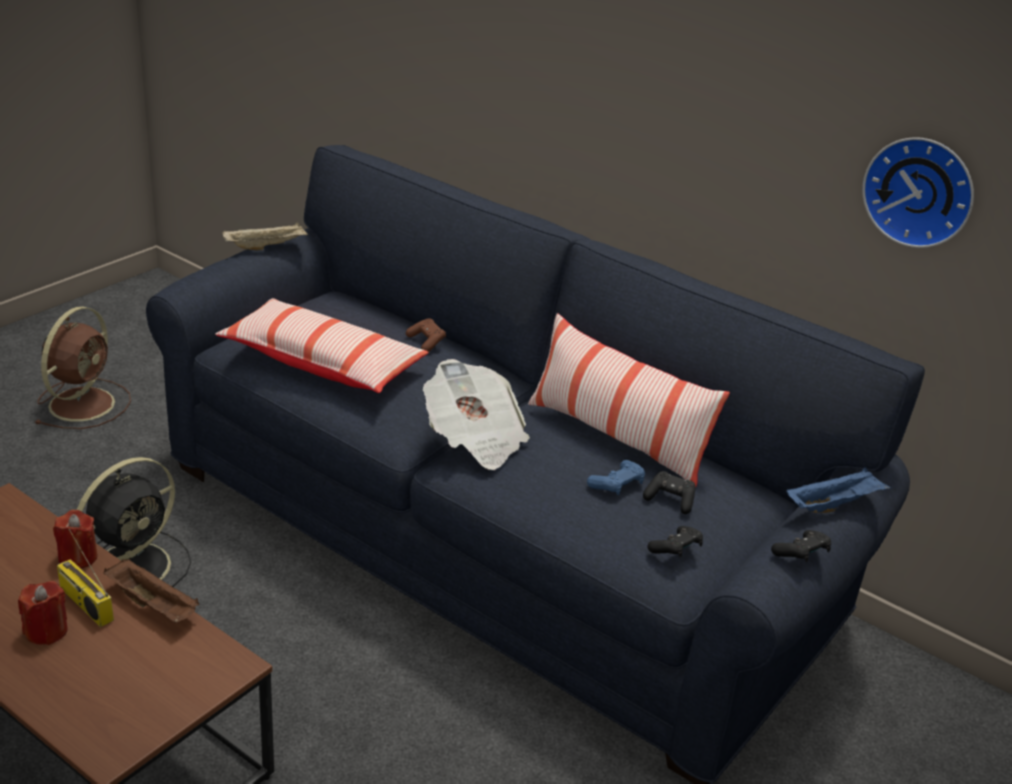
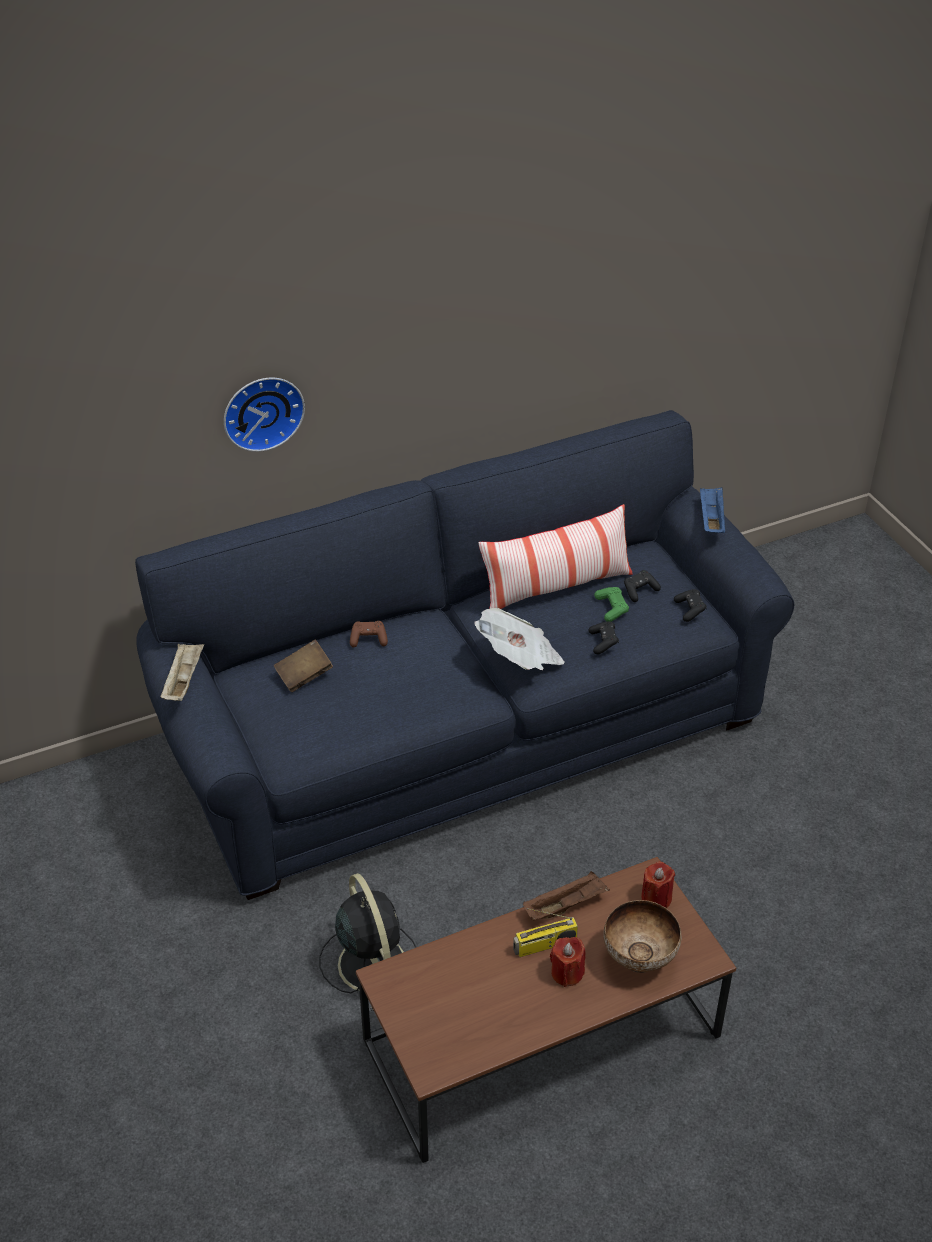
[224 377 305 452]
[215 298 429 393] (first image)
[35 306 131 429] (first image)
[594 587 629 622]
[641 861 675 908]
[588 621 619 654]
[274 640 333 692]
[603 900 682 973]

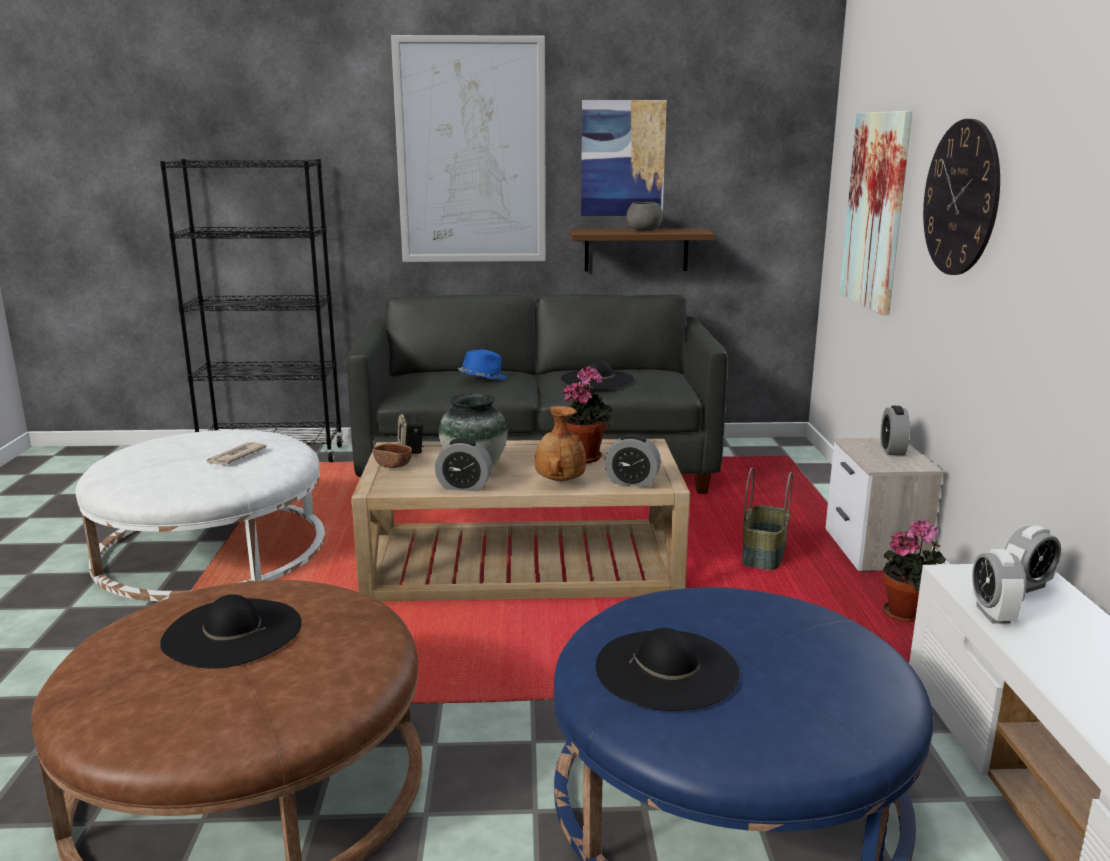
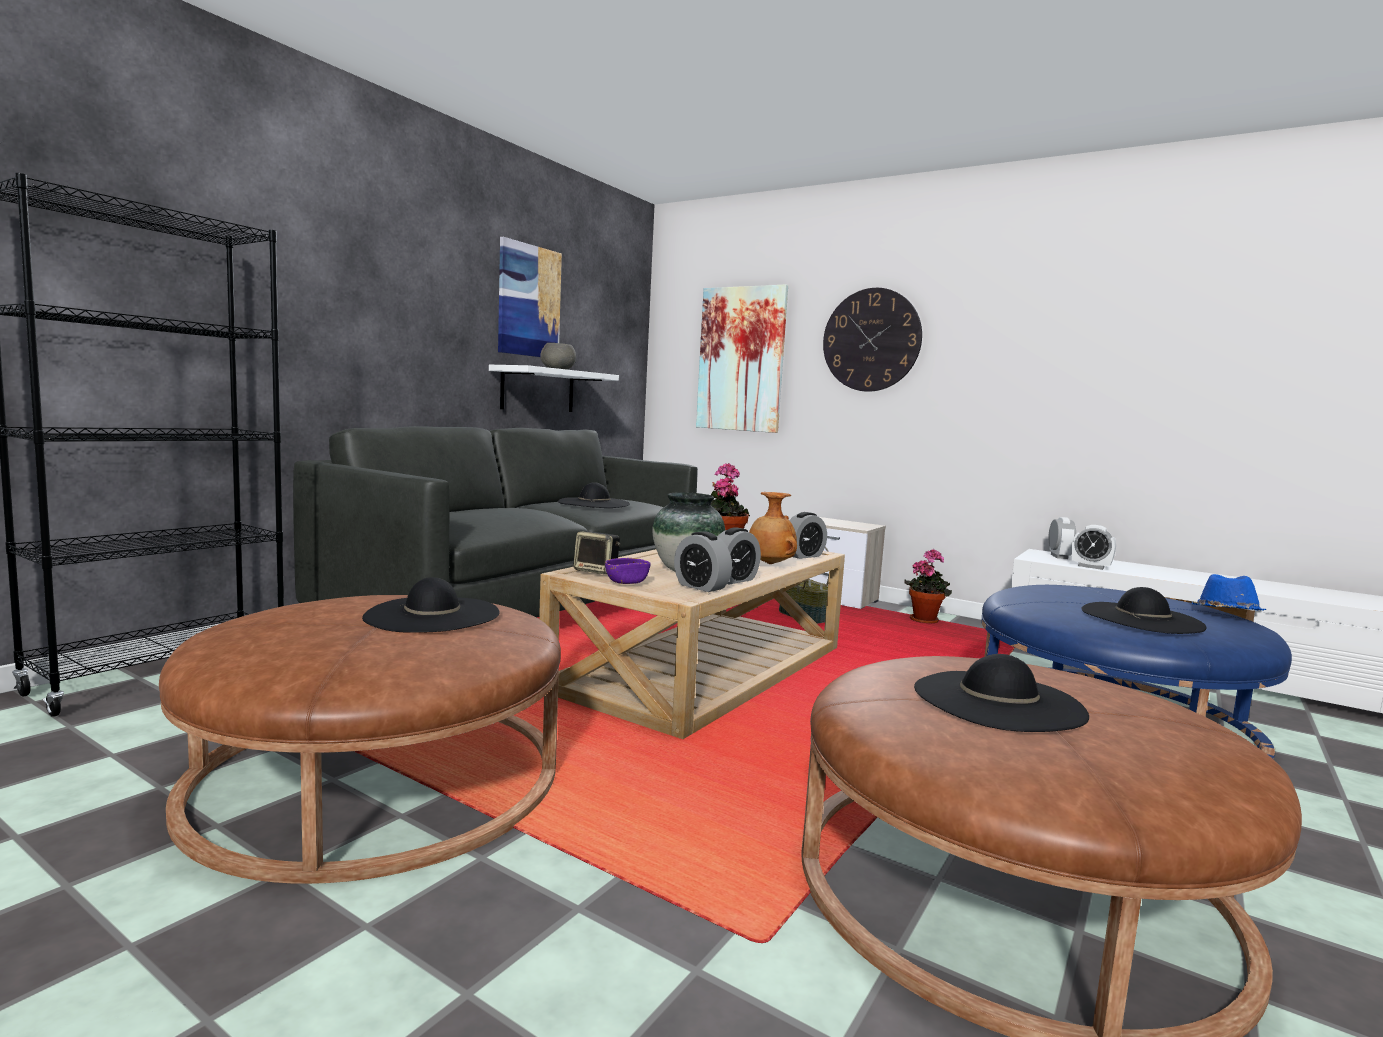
[391 35 546 262] (first image)
[489 365 619 412]
[1192 574 1266 611]
[674 531 732 592]
[159 595 561 884]
[362 577 500 633]
[605 558 651 584]

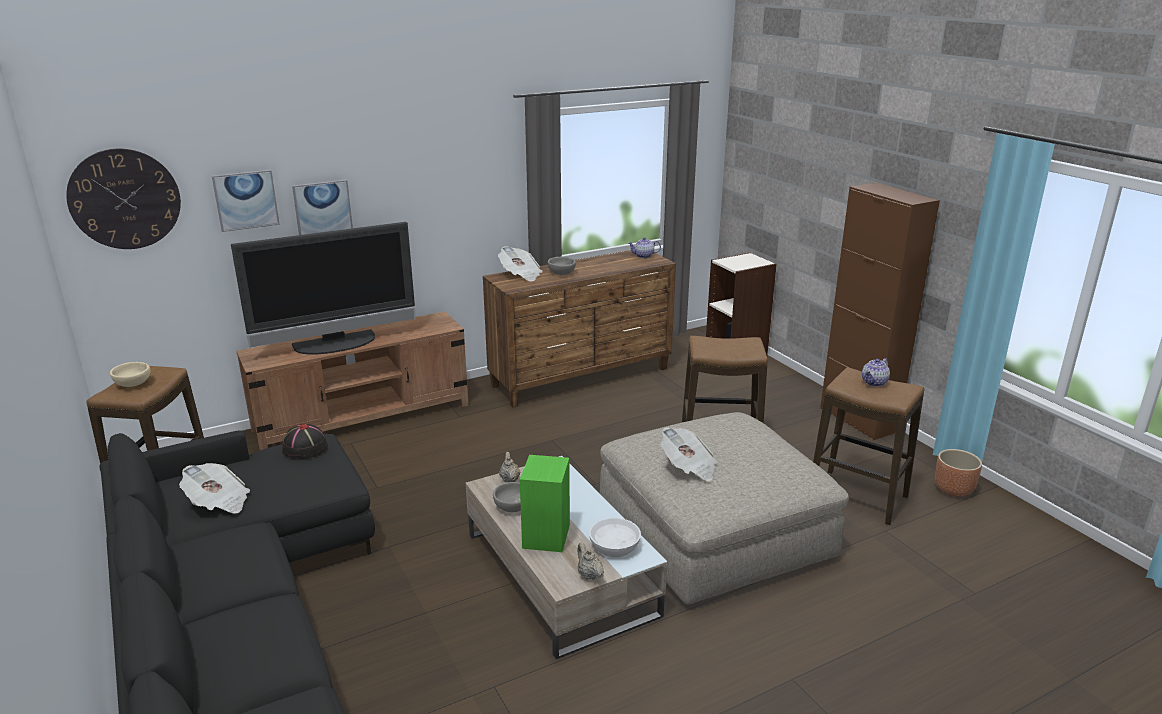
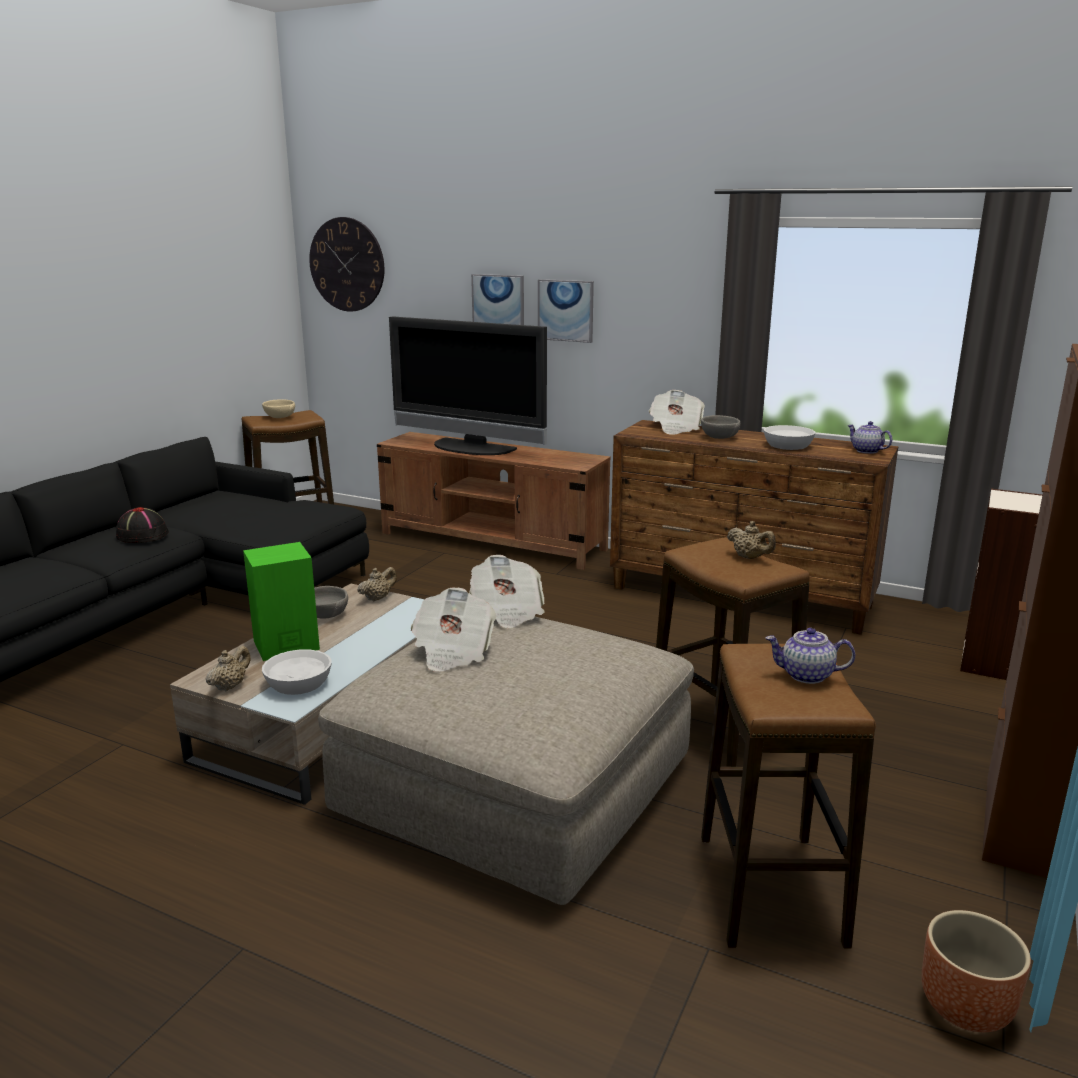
[538 279 594 343]
[116 507 169 543]
[469 555 545 628]
[764 425 815 450]
[727 521 776 559]

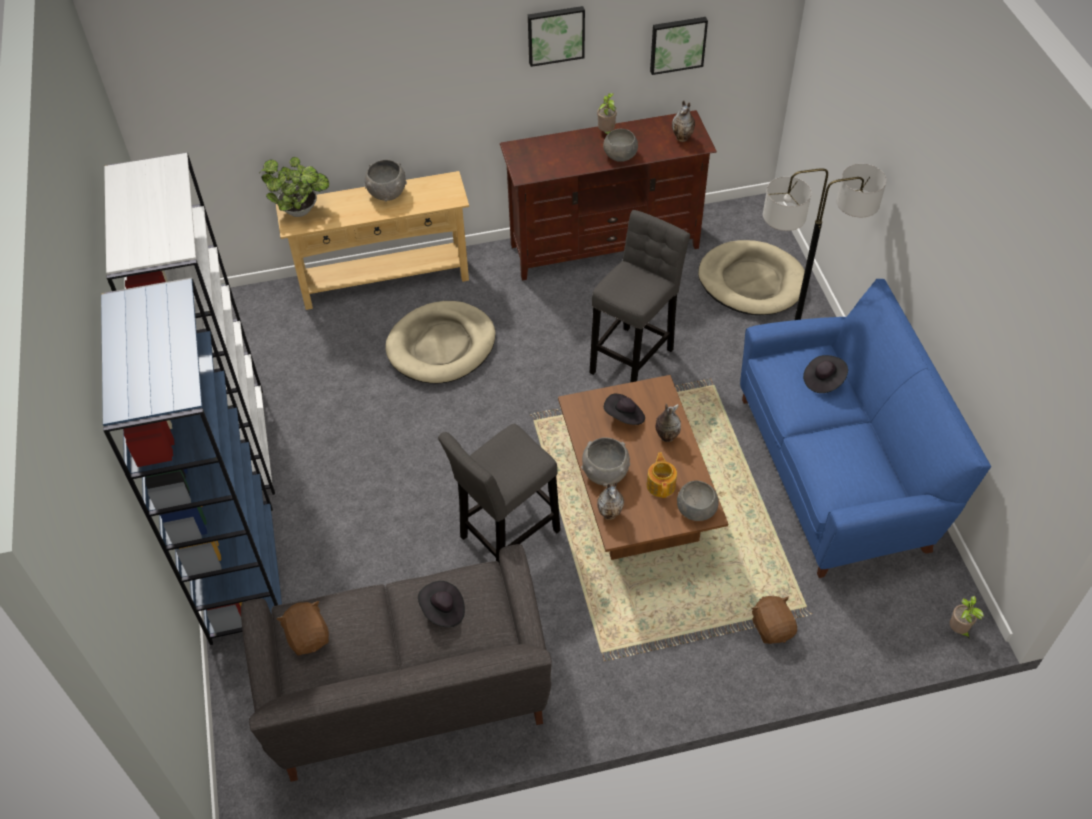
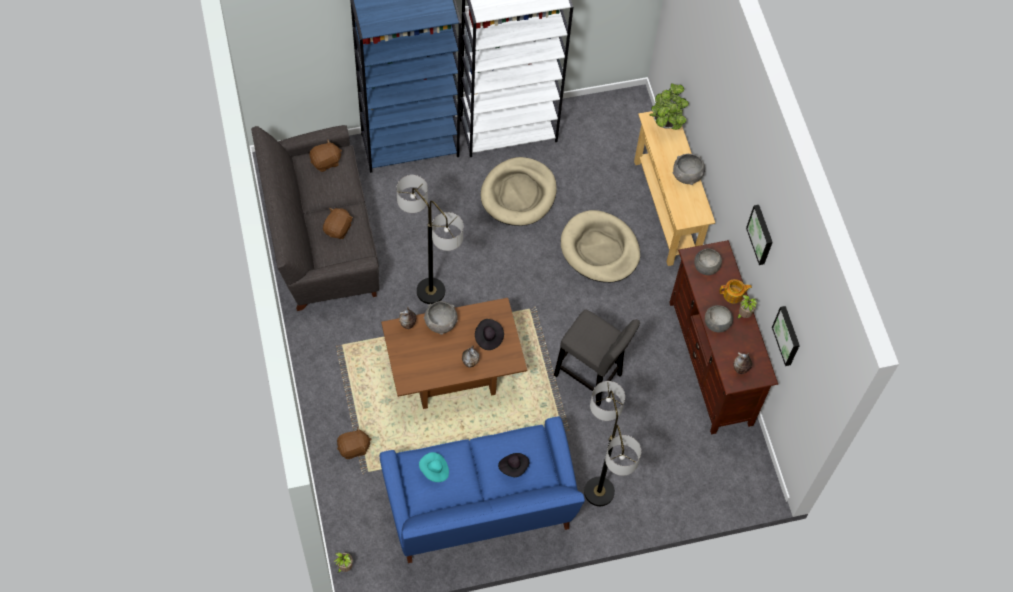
[481 157 557 226]
[396 175 463 304]
[720 279 752 303]
[694 249 722 275]
[323 208 353 239]
[419 452 449 482]

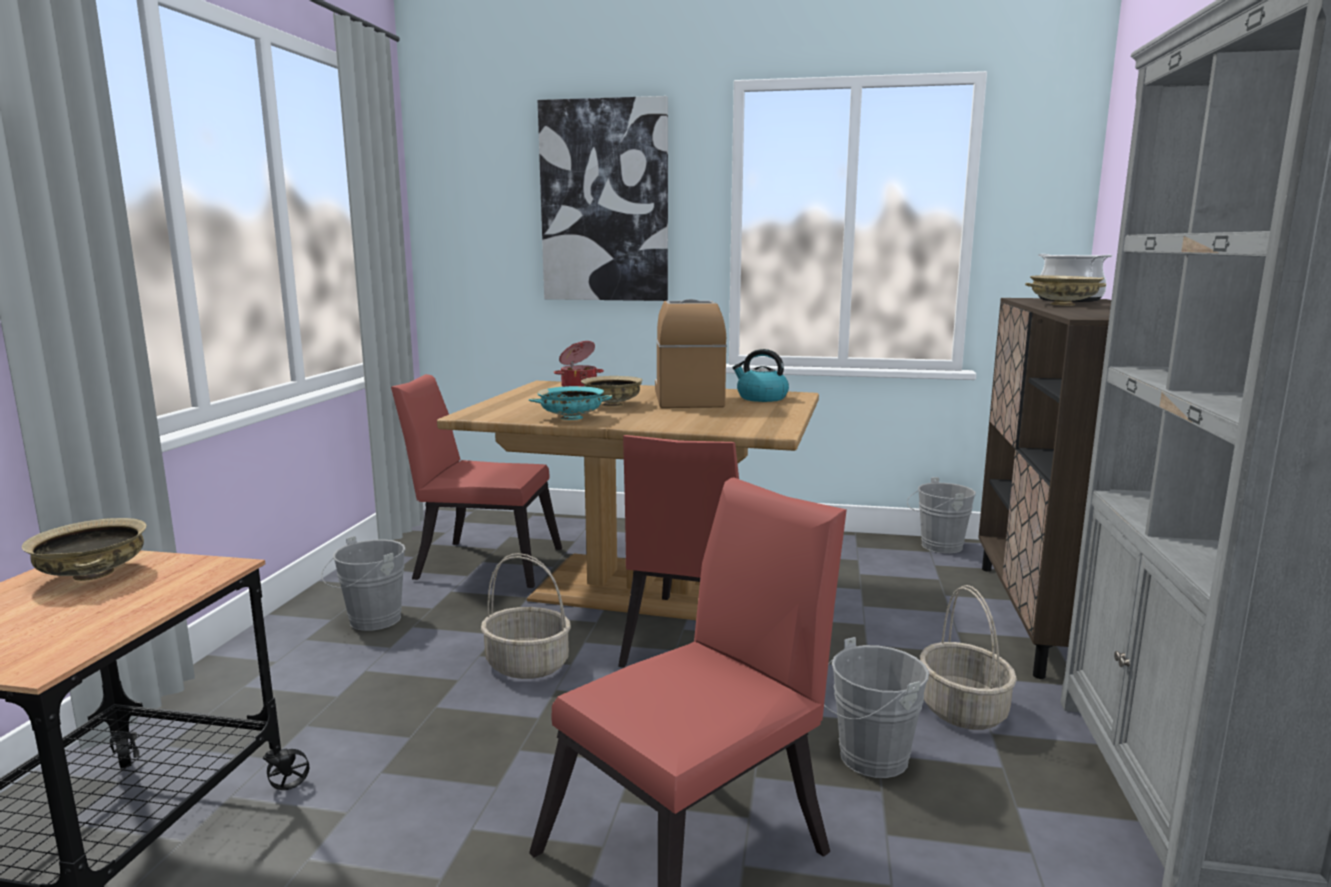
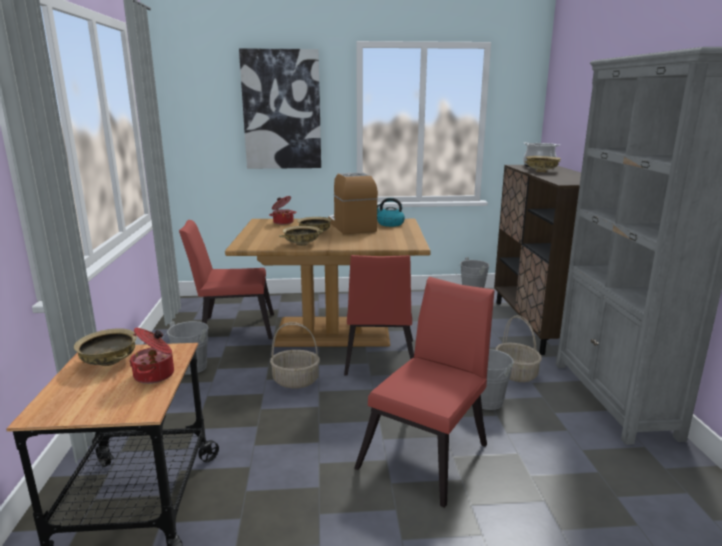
[279 226 323 246]
[129 328 174 384]

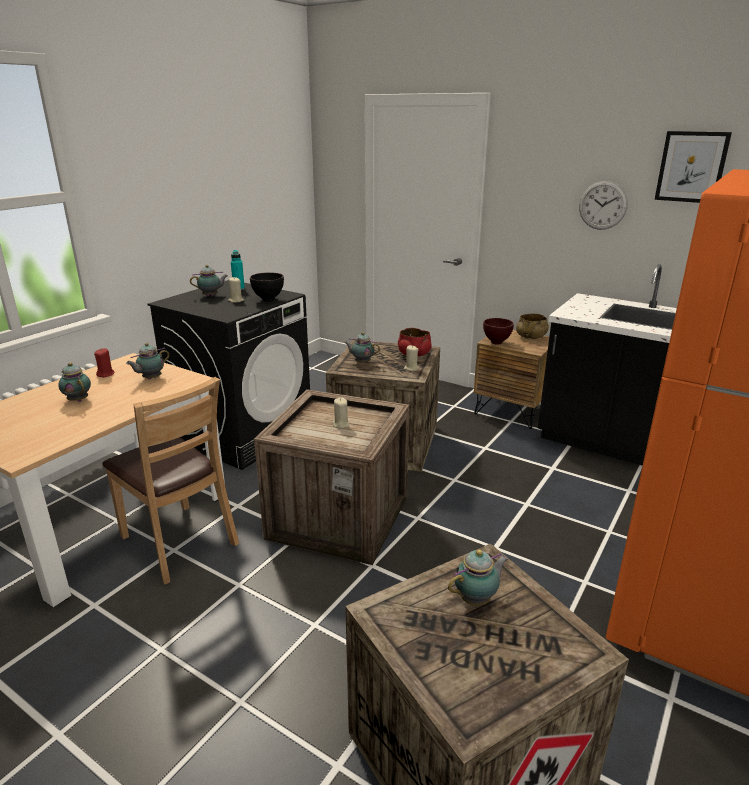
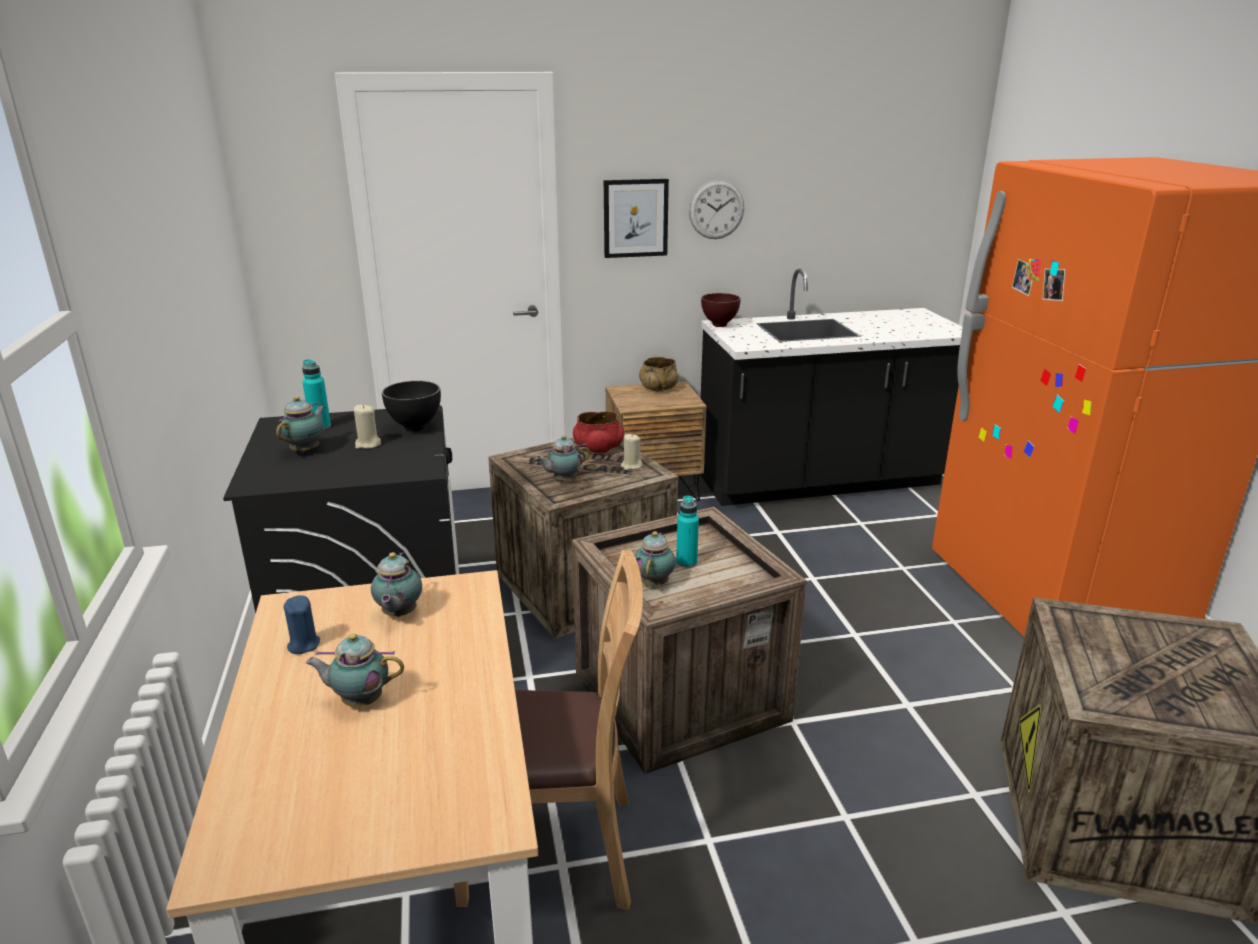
[604 179 669 258]
[701 293 741 327]
[284 595 320 654]
[676 496 699 568]
[635 531 676 587]

